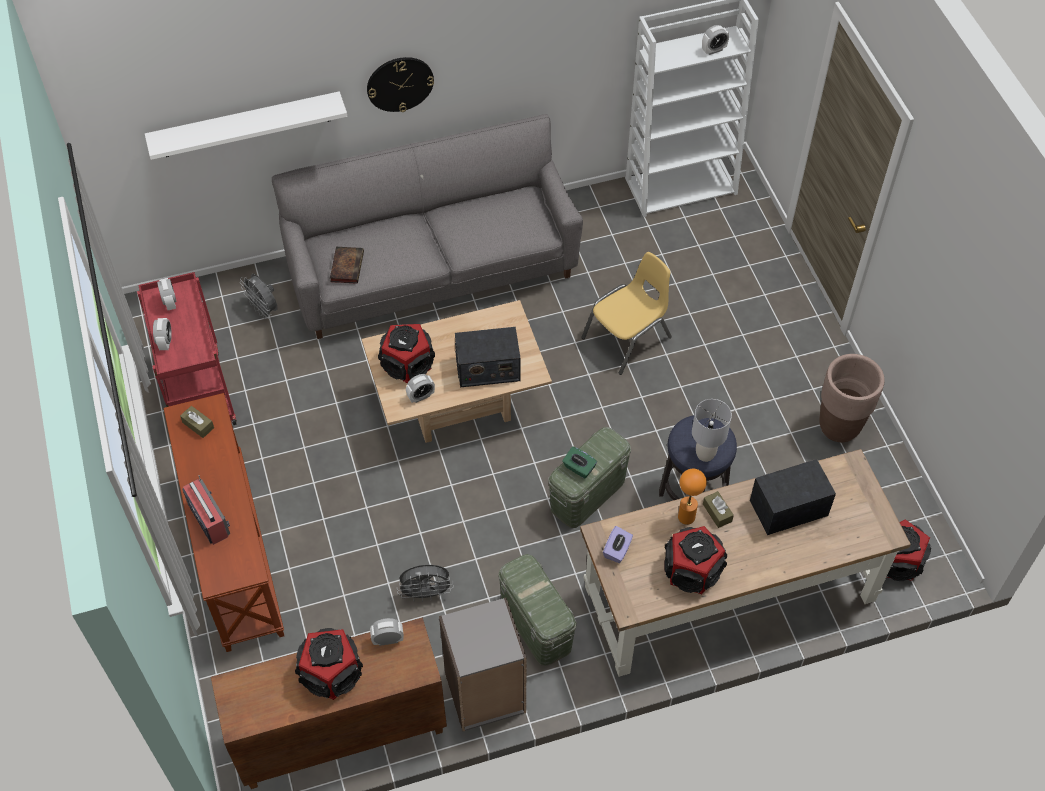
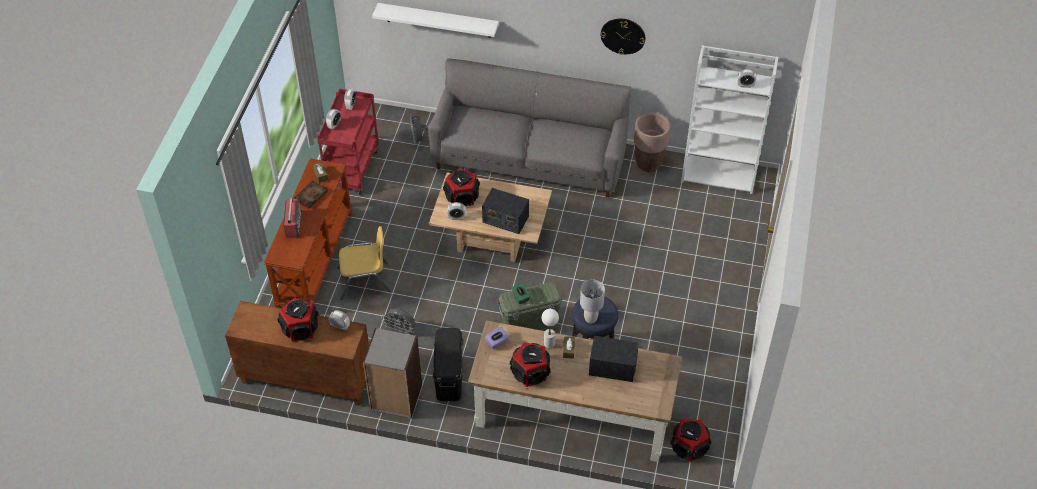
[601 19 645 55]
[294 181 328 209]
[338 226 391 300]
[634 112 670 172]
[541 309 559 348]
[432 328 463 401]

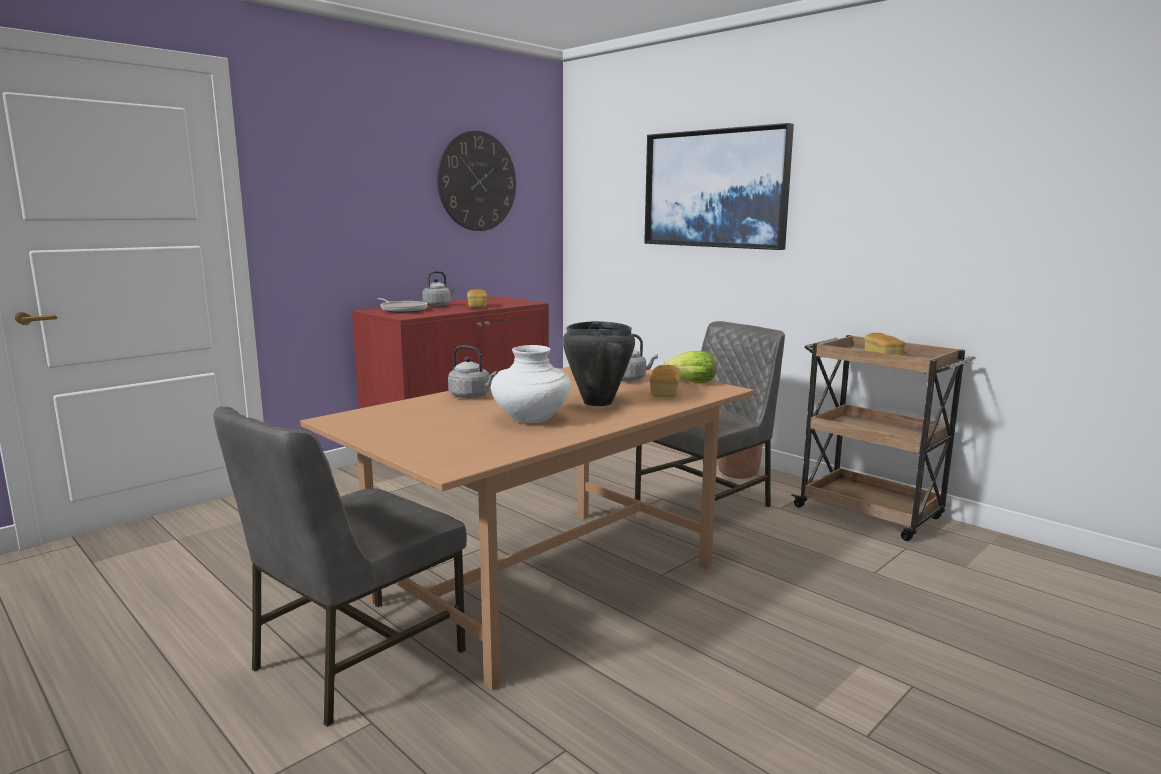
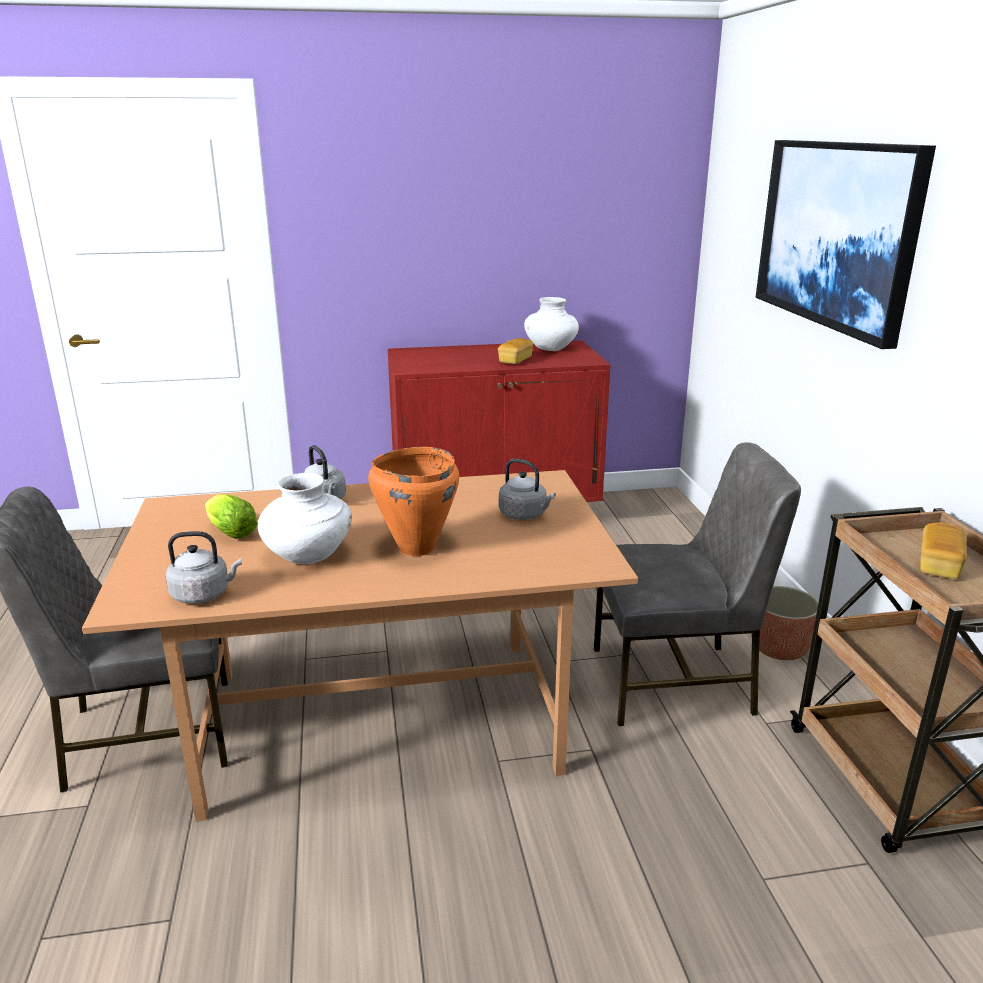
[437 131 516 231] (first image)
[166 531 242 604]
[377 298 427 313] (first image)
[368 447 459 556]
[205 494 258 539]
[650 365 681 397] (first image)
[524 297 579 351]

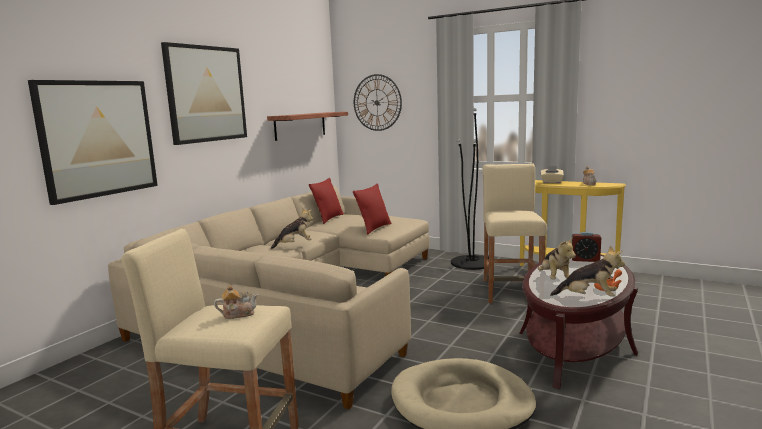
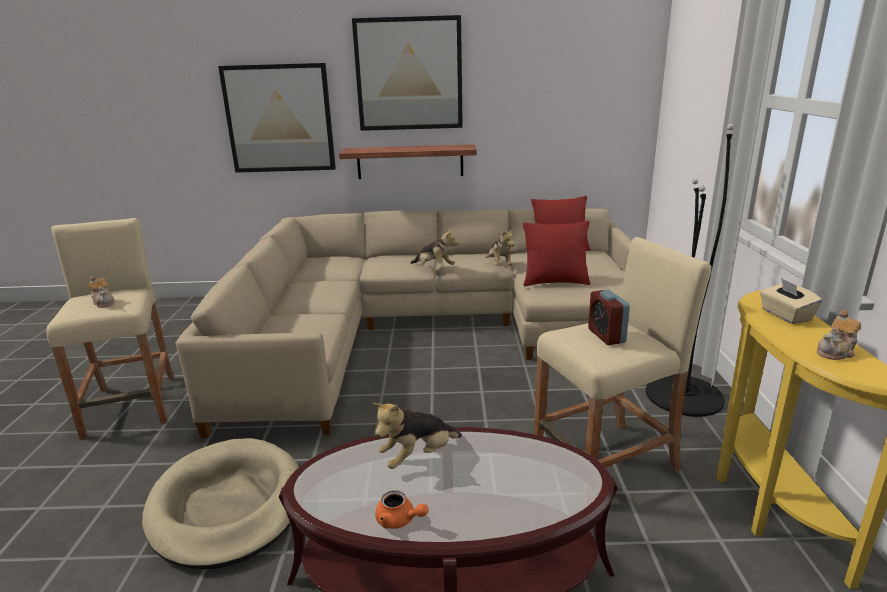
[354 74 402 131] (first image)
[339 144 477 179]
[588 290 630 345]
[485 228 515 266]

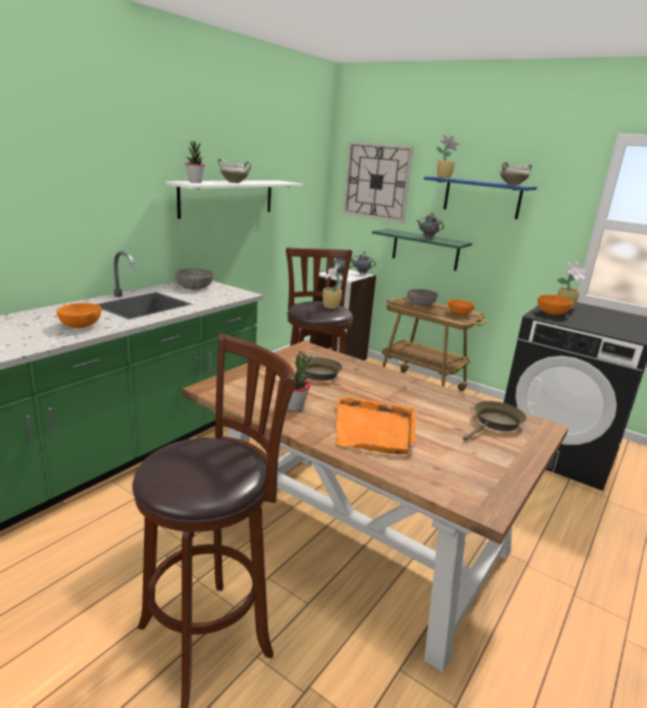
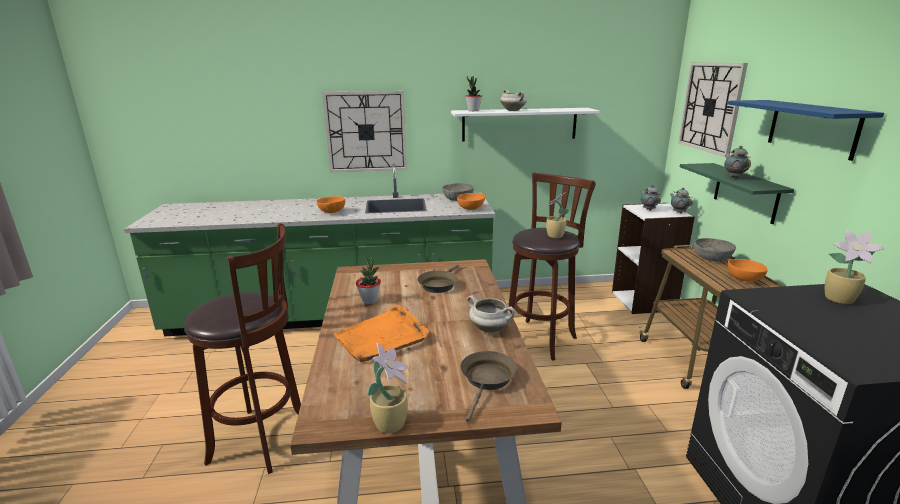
[367 343 408 433]
[467 295 515 333]
[457 193 485 210]
[460 351 517 422]
[322 91 407 172]

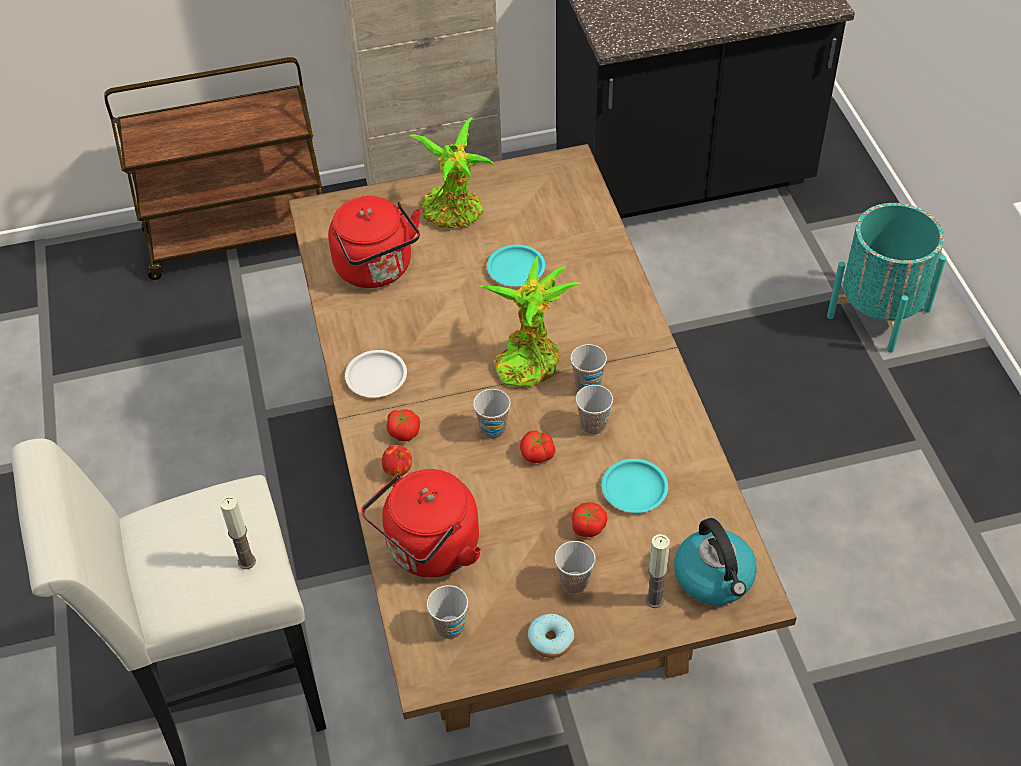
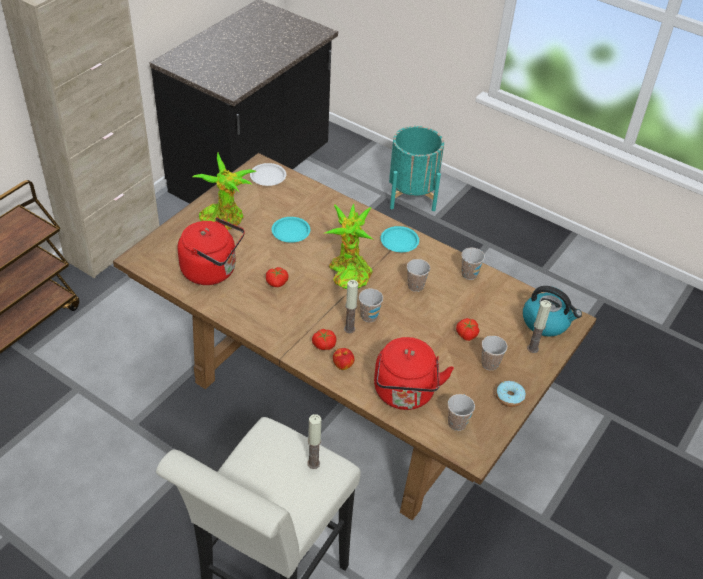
[462 247 485 280]
[250 163 286 186]
[266 267 289 287]
[380 226 419 252]
[344 280 358 333]

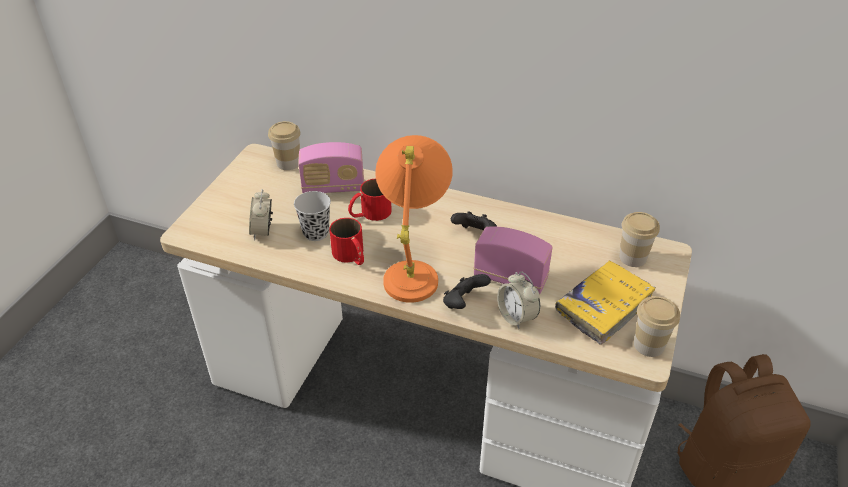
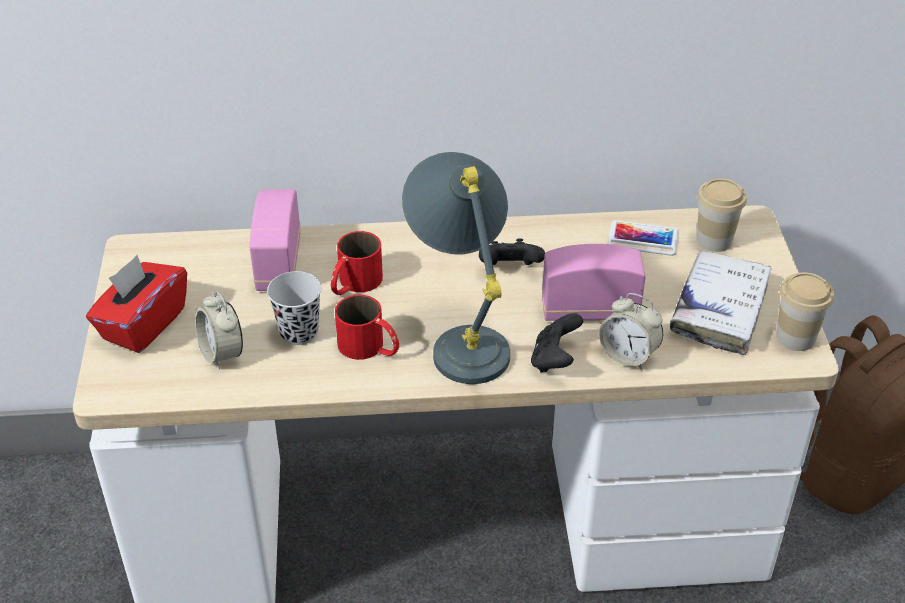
[268 121 301 170] (first image)
[402 152 510 384]
[250 189 301 291]
[670 250 772 355]
[608 220 679 256]
[86 255 187 353]

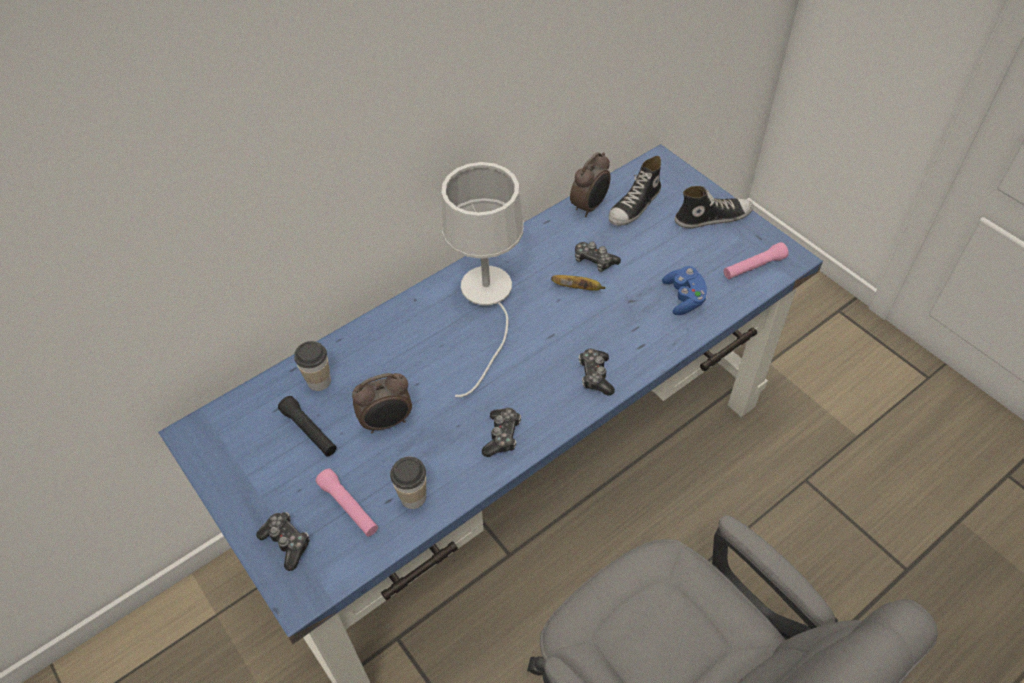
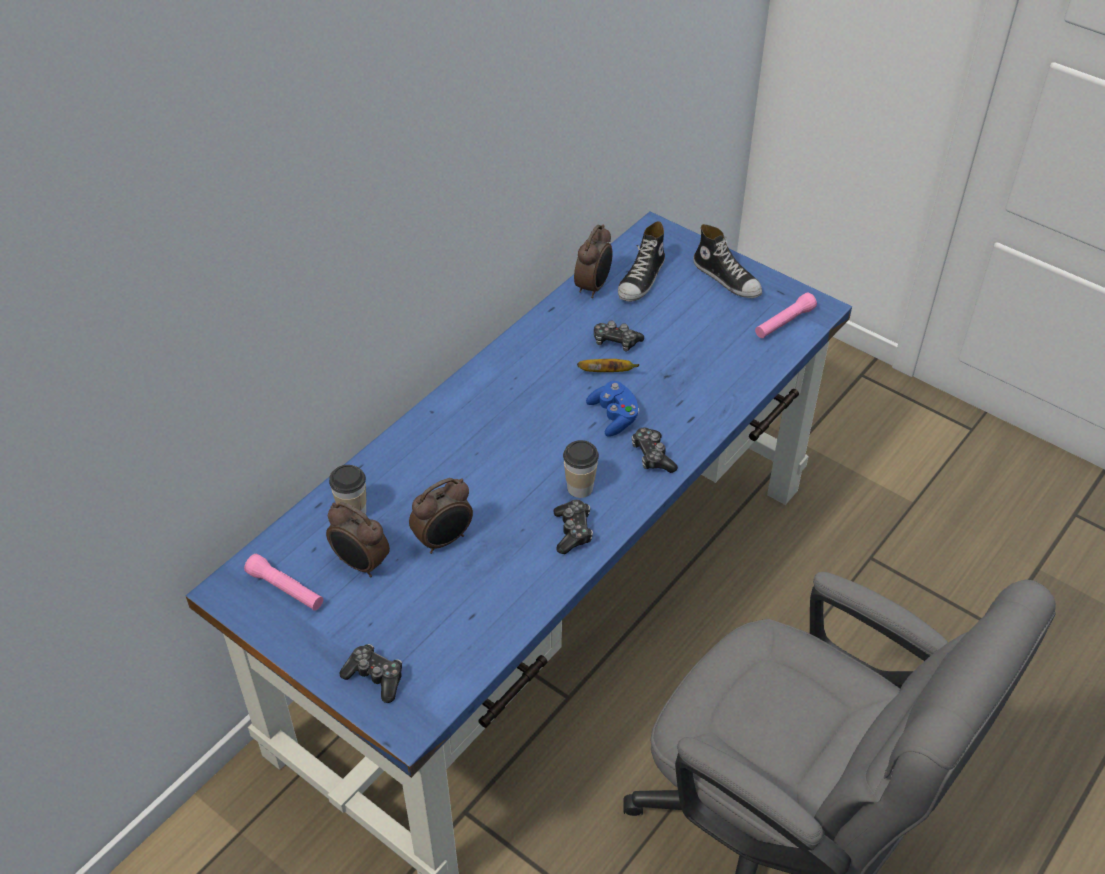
[441 162 523 397] (first image)
[693 224 762 298]
[586 381 640 436]
[326 502 390 577]
[563 440 599 498]
[244 554 323 611]

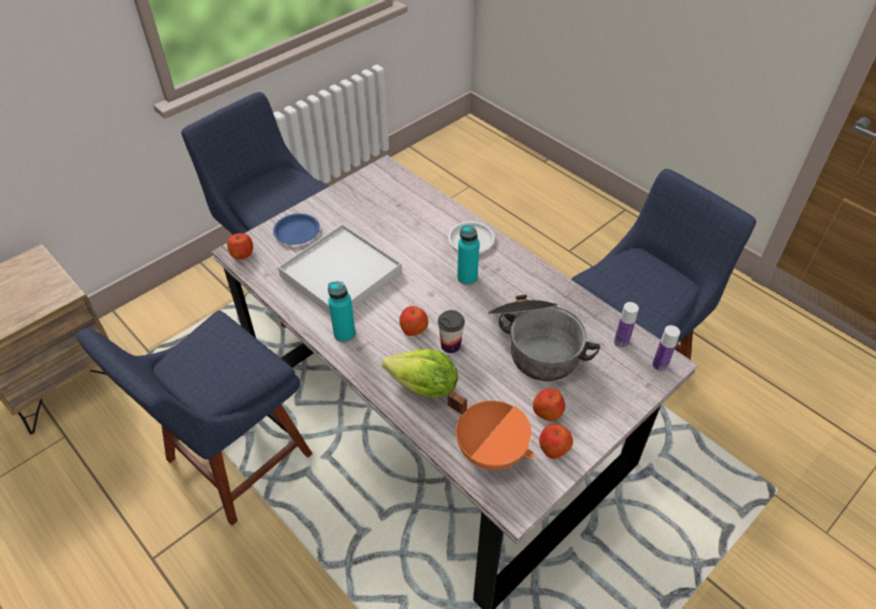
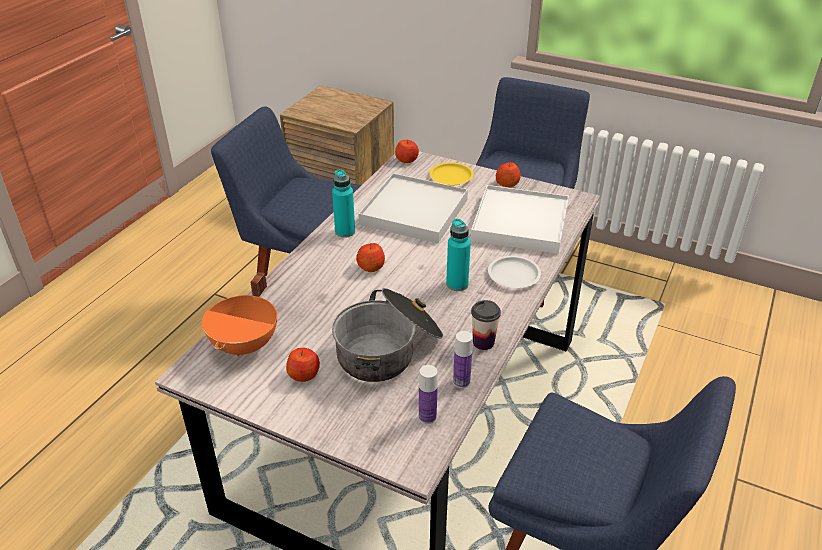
[429 162 474 185]
[471 300 501 350]
[453 331 473 388]
[382 349 458 398] (first image)
[496 162 521 187]
[471 185 569 254]

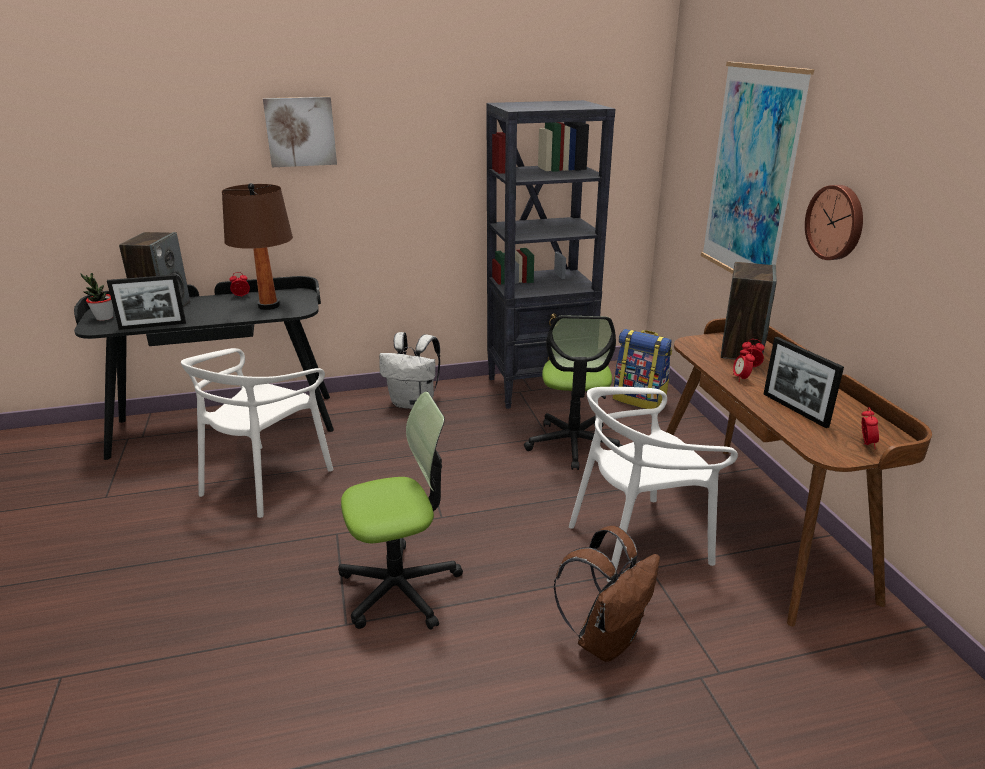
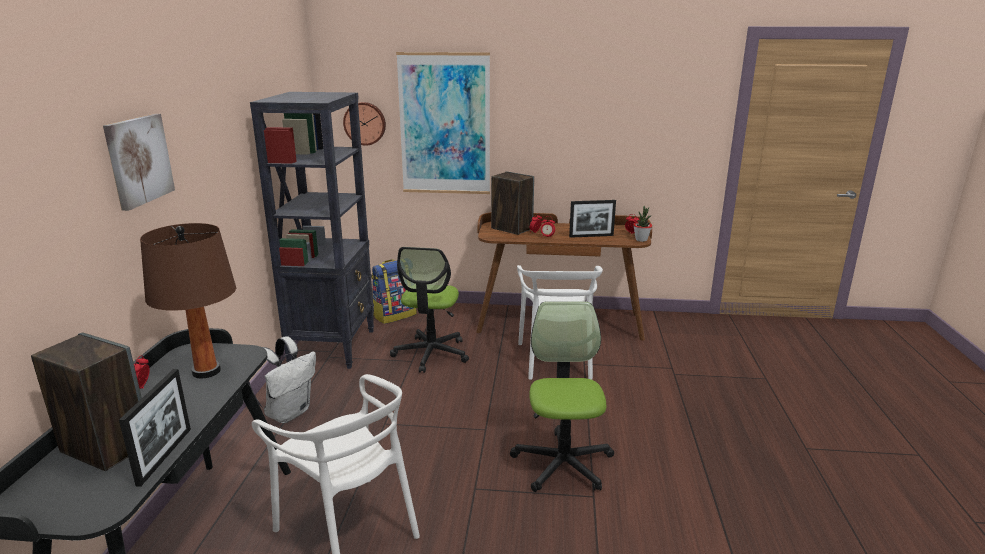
[343 102 386 146]
[633 206 652 242]
[390 247 469 373]
[553 526 660 662] (first image)

